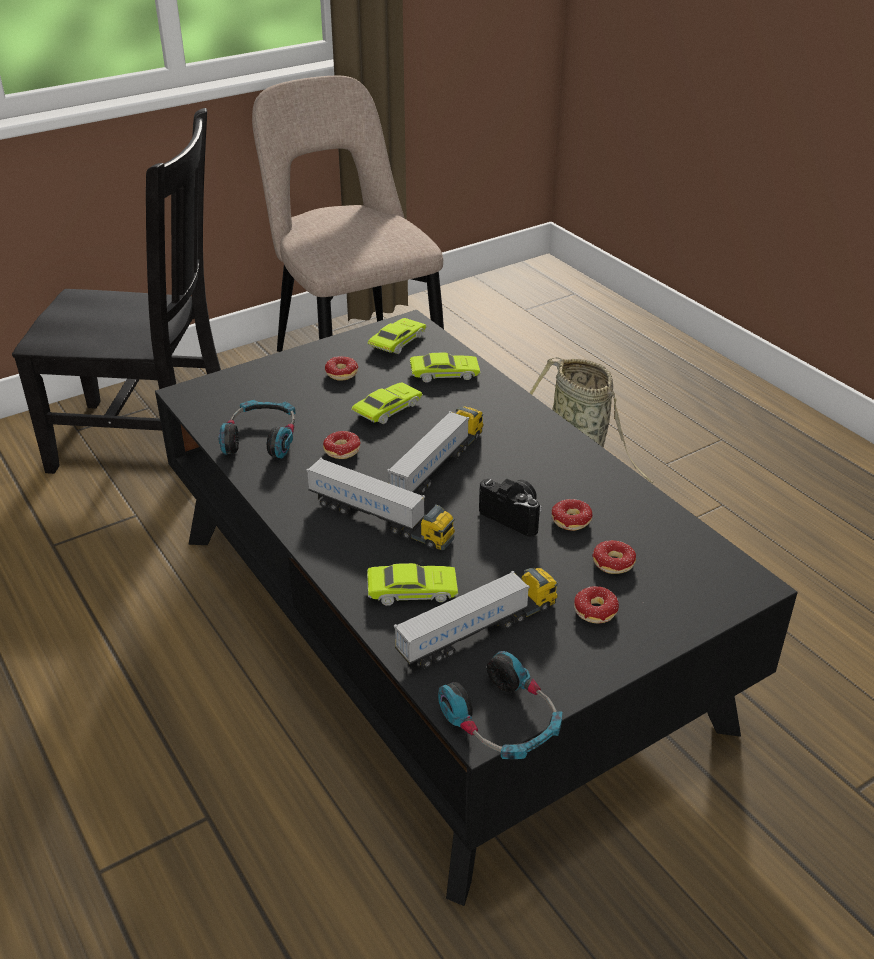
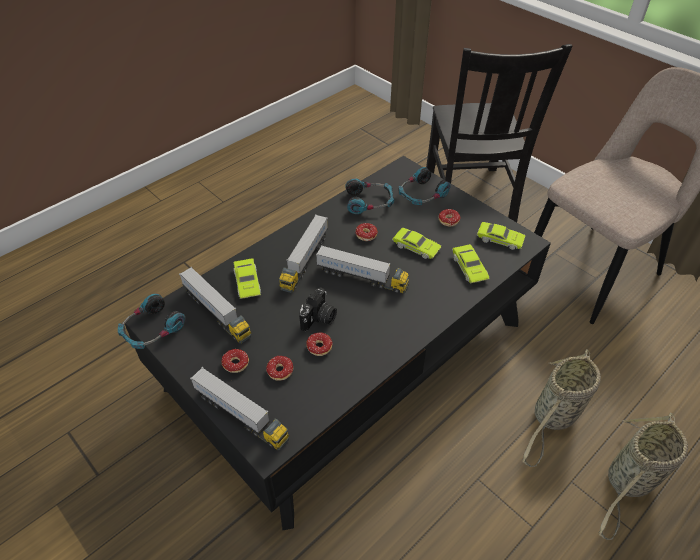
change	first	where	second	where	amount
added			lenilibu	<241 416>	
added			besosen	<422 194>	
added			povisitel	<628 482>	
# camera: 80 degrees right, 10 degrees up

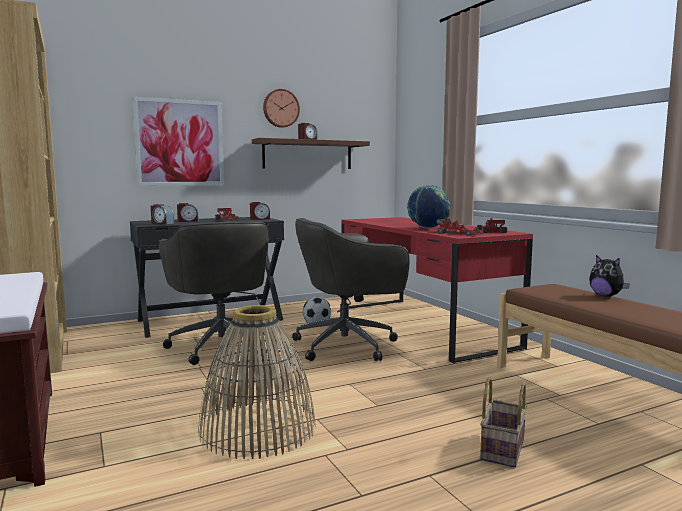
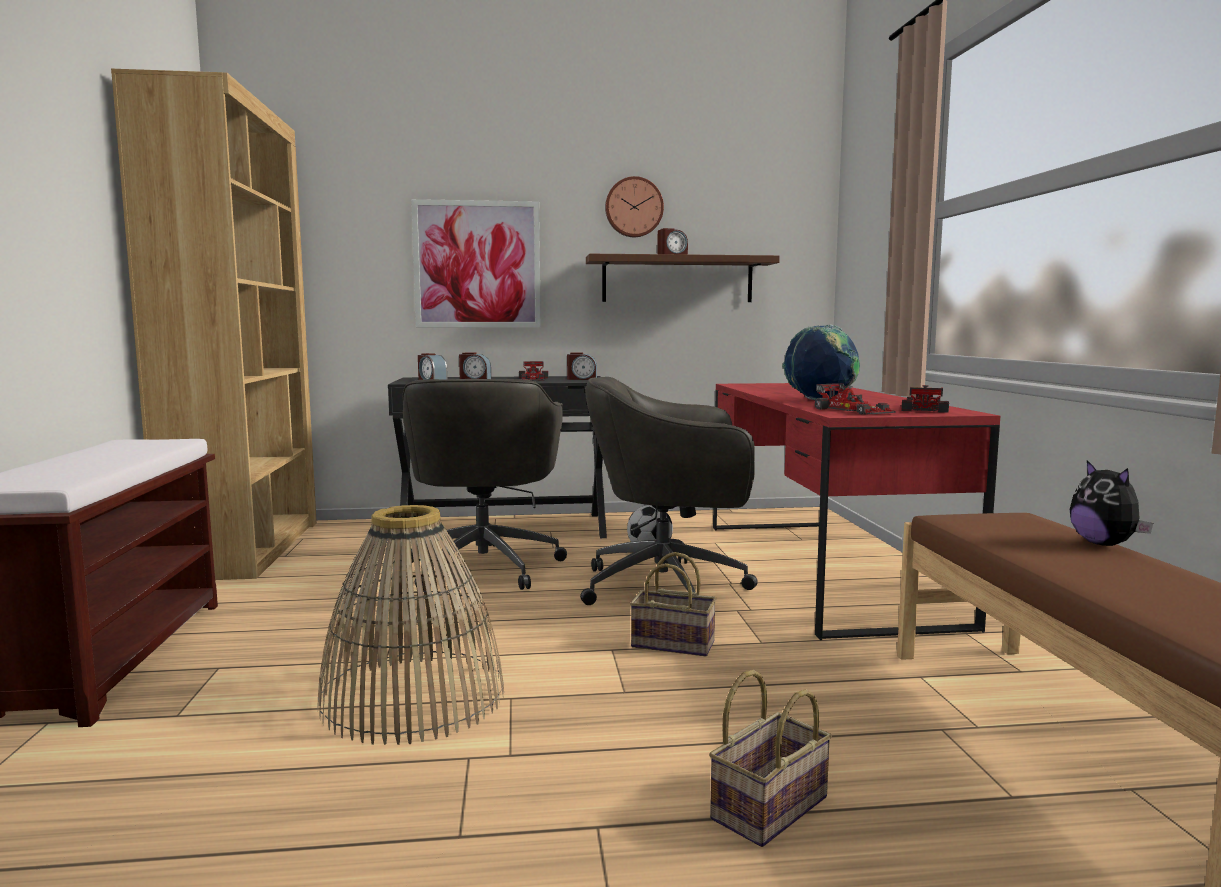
change	first	where	second	where	amount
added			povisitel	<675 644>	
# camera: 20 degrees right, 0 degrees up

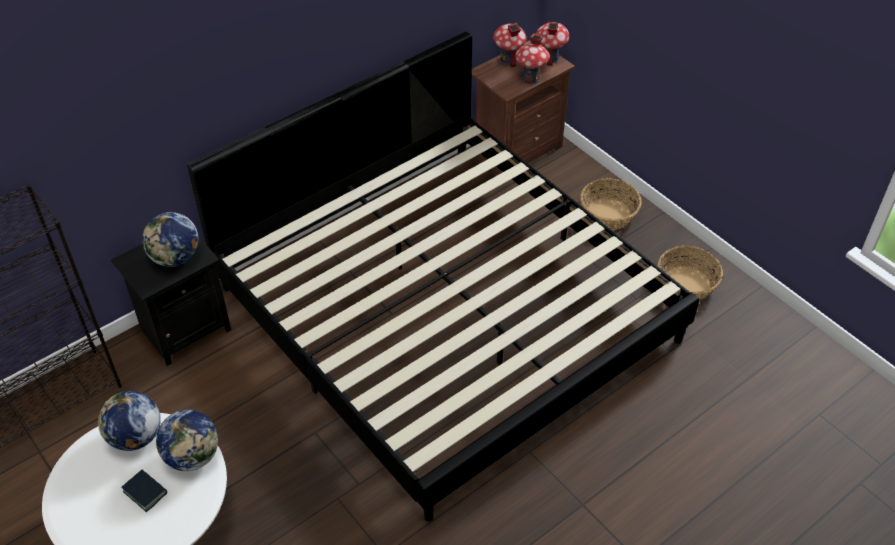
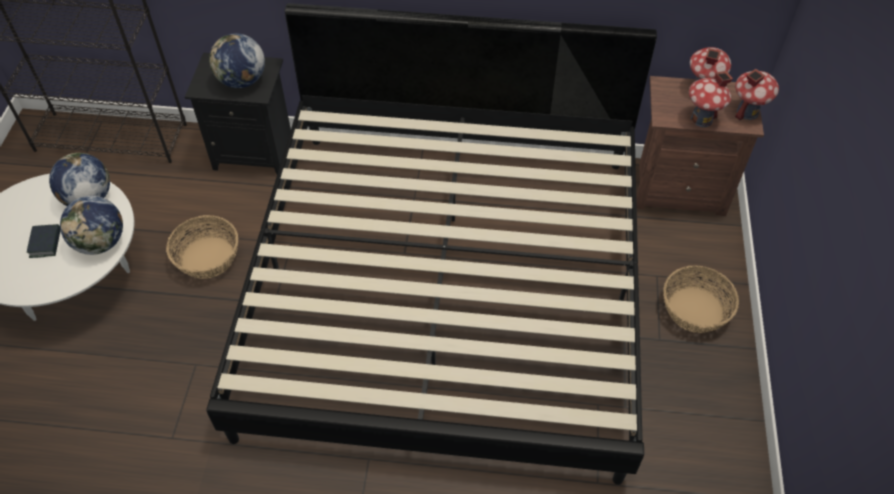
change	first	where	second	where	amount
moved	povisitel	<686 284>		<208 257>	
# camera: 45 degrees right, 5 degrees up

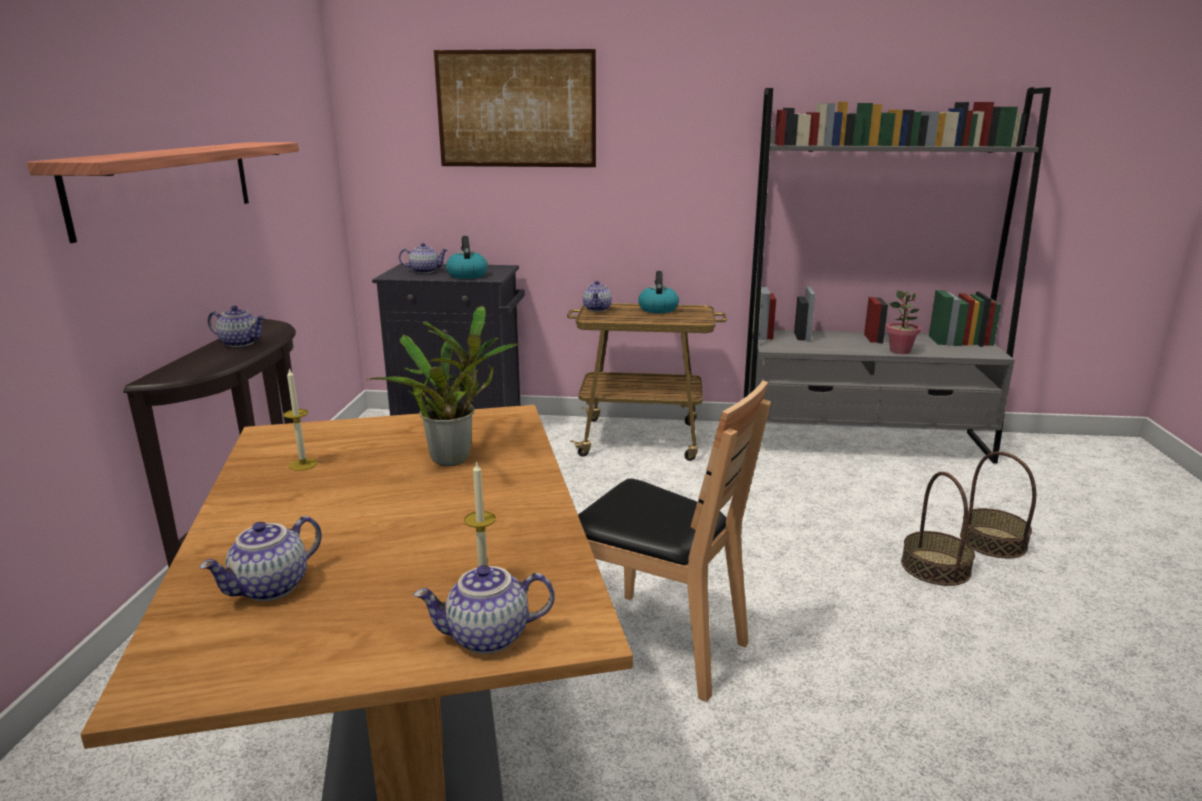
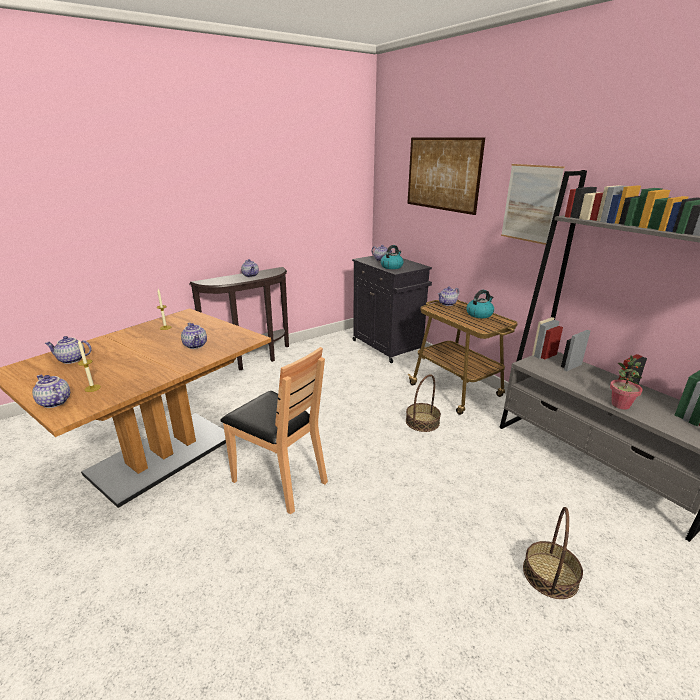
change	first	where	second	where	amount
removed	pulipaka	<166 185>			
replaced	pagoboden	<455 457>	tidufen	<196 345>	
turned	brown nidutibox	<659 645>		<280 480>	45 degrees counterclockwise
moved	povisitel	<935 567>		<422 422>	
added			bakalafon	<530 203>	
# camera: 50 degrees right, 5 degrees up

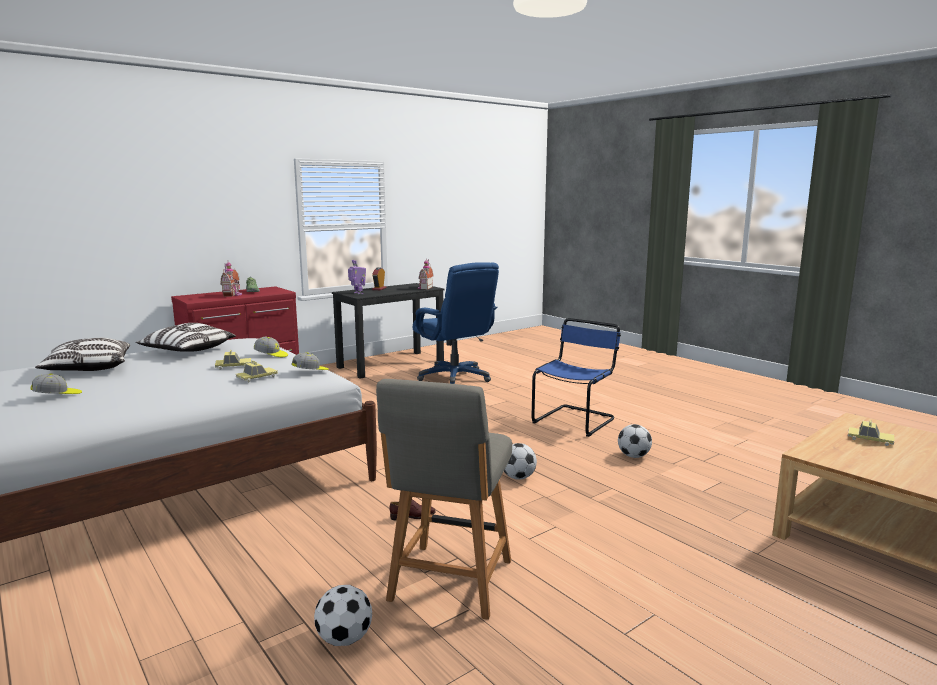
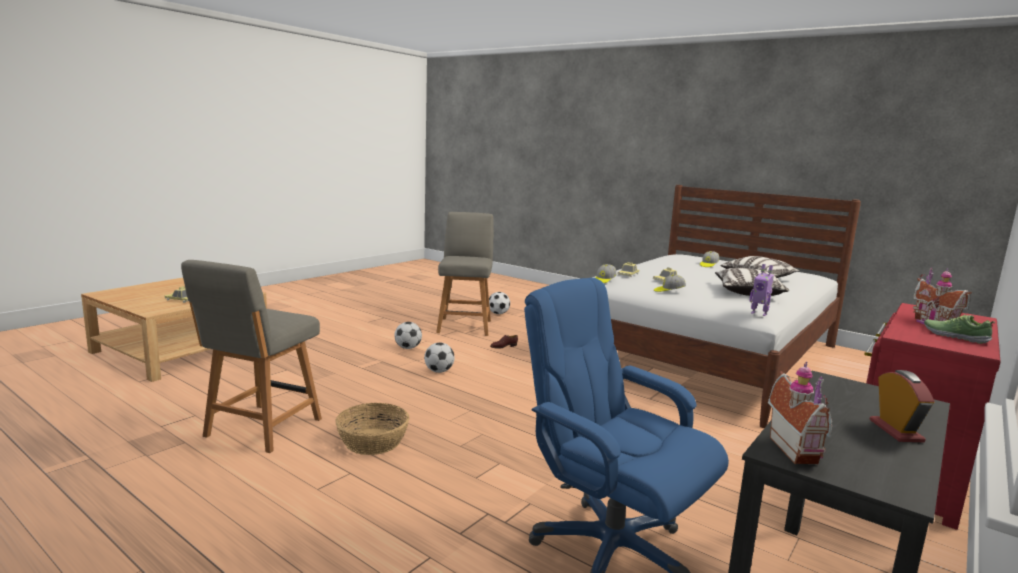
change	first	where	second	where	amount
moved	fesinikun	<357 293>		<759 313>	
replaced	blue nidutibox	<575 420>	povisitel	<372 442>	
moved	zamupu	<633 456>		<408 348>	
added			grey nidutibox	<261 429>	
# camera: 165 degrees right, 0 degrees up

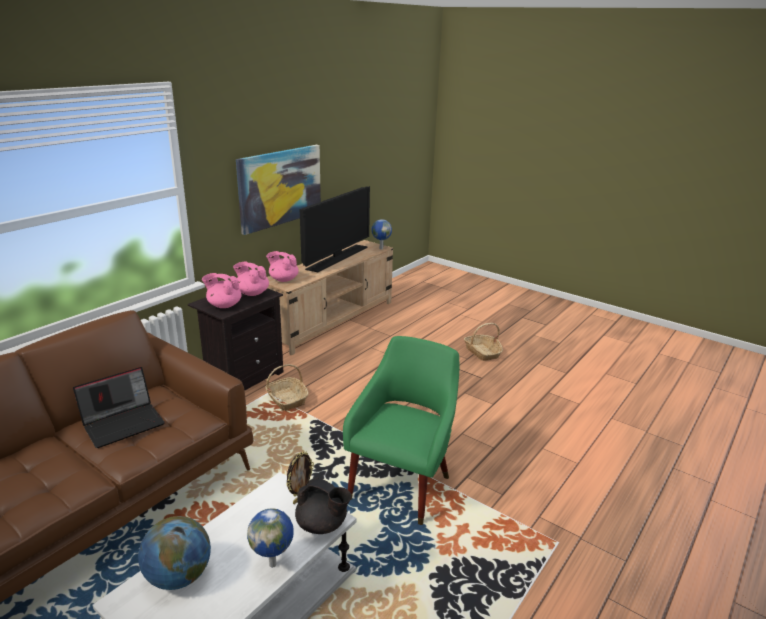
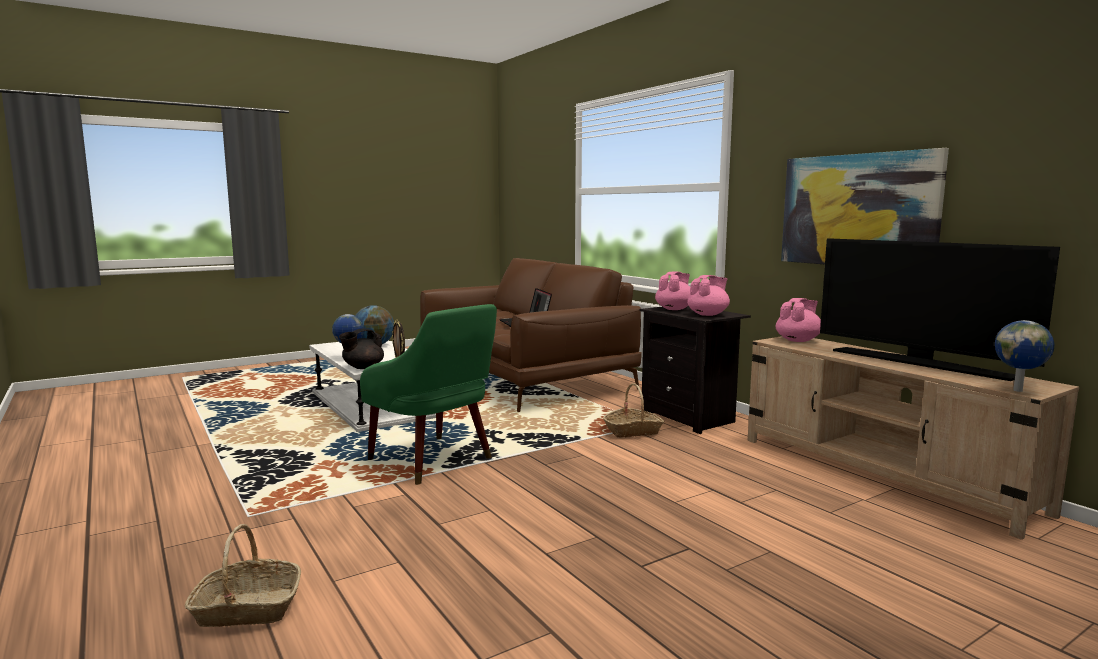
change	first	where	second	where	amount
moved	povisitel	<482 352>		<246 609>	
# camera: 110 degrees right, 15 degrees down

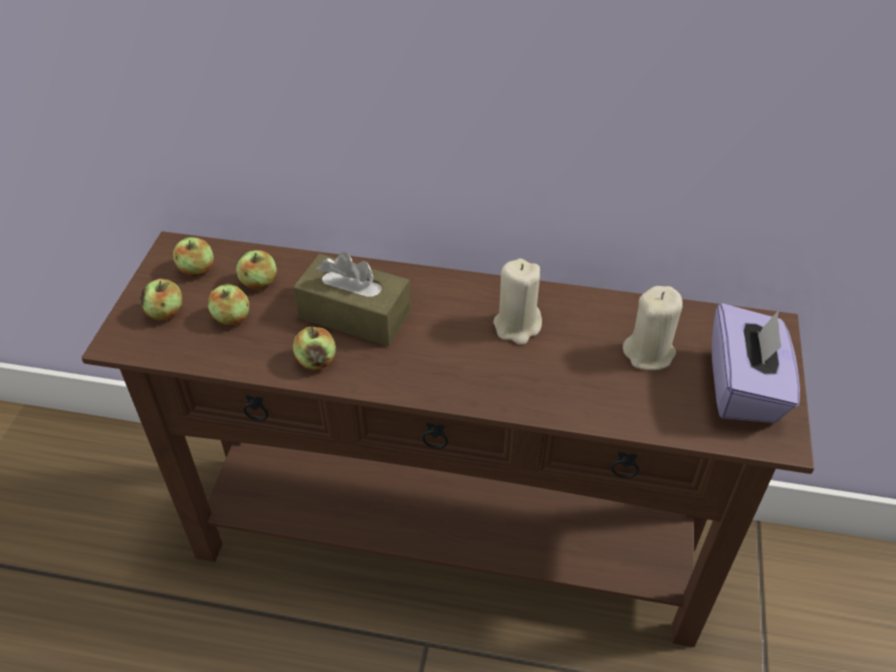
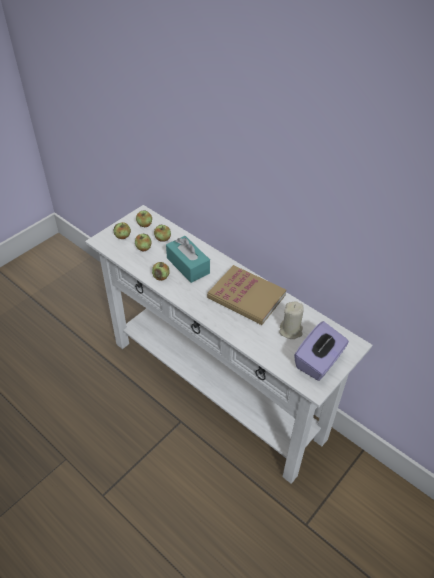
change	first	where	second	where	amount
recoloured	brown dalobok	<448 544>	white dalobok	<215 388>	
recoloured	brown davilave	<354 314>	turquoise davilave	<188 265>	
replaced	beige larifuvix	<517 326>	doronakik	<246 297>	
# camera: 30 degrees right, 0 degrees up

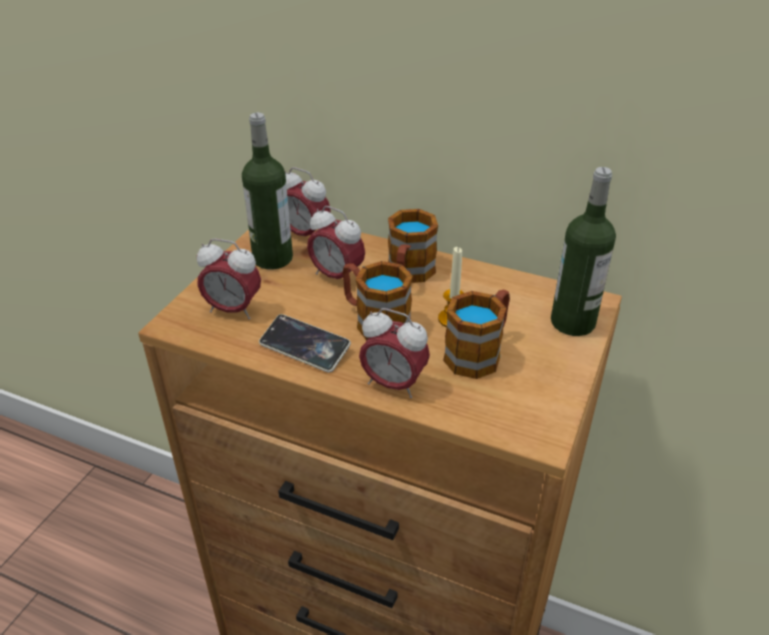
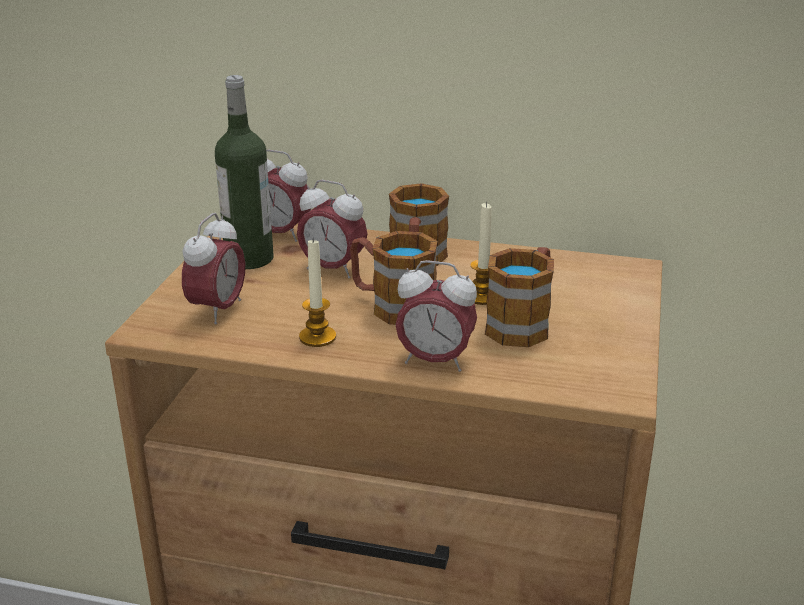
change	first	where	second	where	amount
turned	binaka	<233 310>		<218 310>	75 degrees counterclockwise
replaced	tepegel	<304 347>	larifuvix	<317 337>	
removed	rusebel	<572 322>			
# camera: 10 degrees left, 10 degrees down

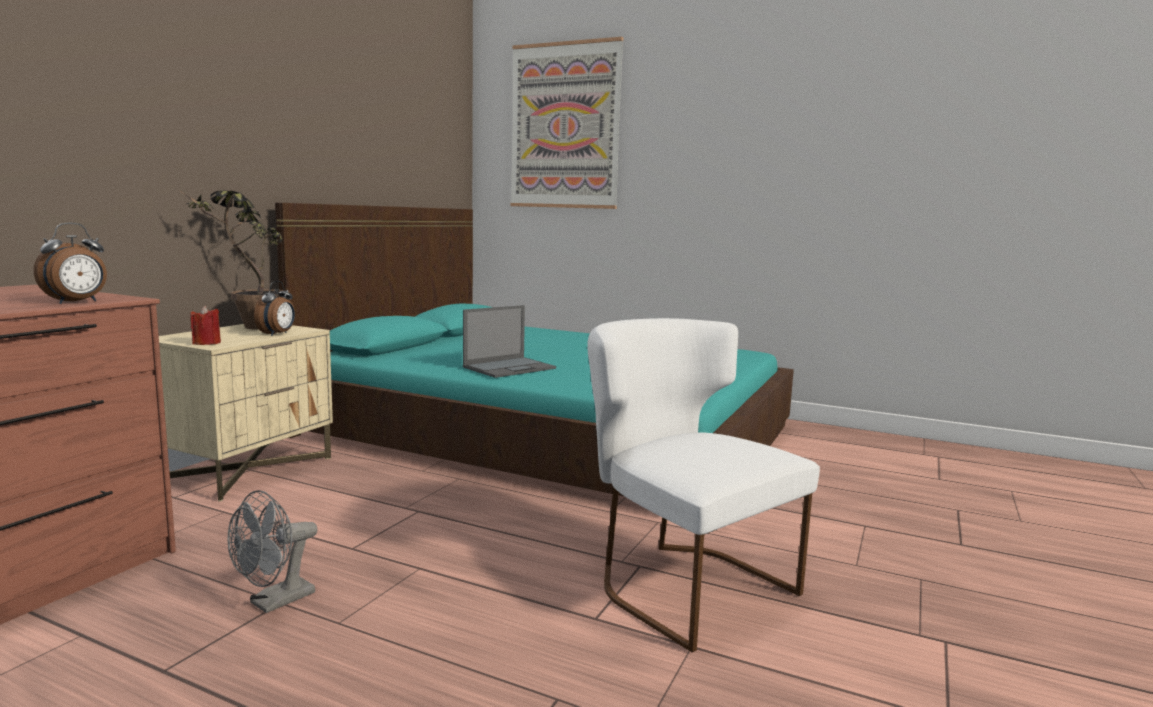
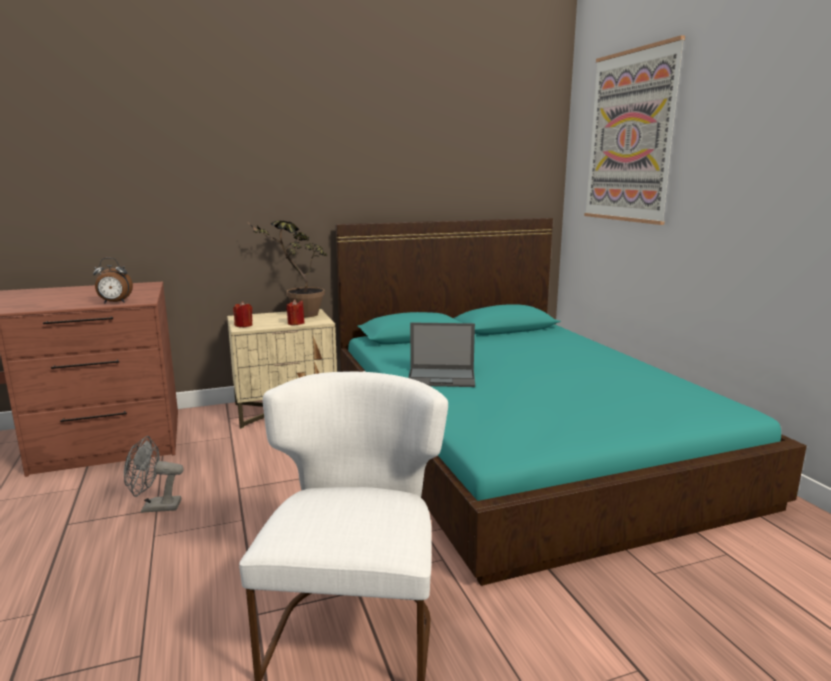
change	first	where	second	where	amount
replaced	binaka	<277 334>	red larifuvix	<296 323>	
# camera: 45 degrees right, 5 degrees up

